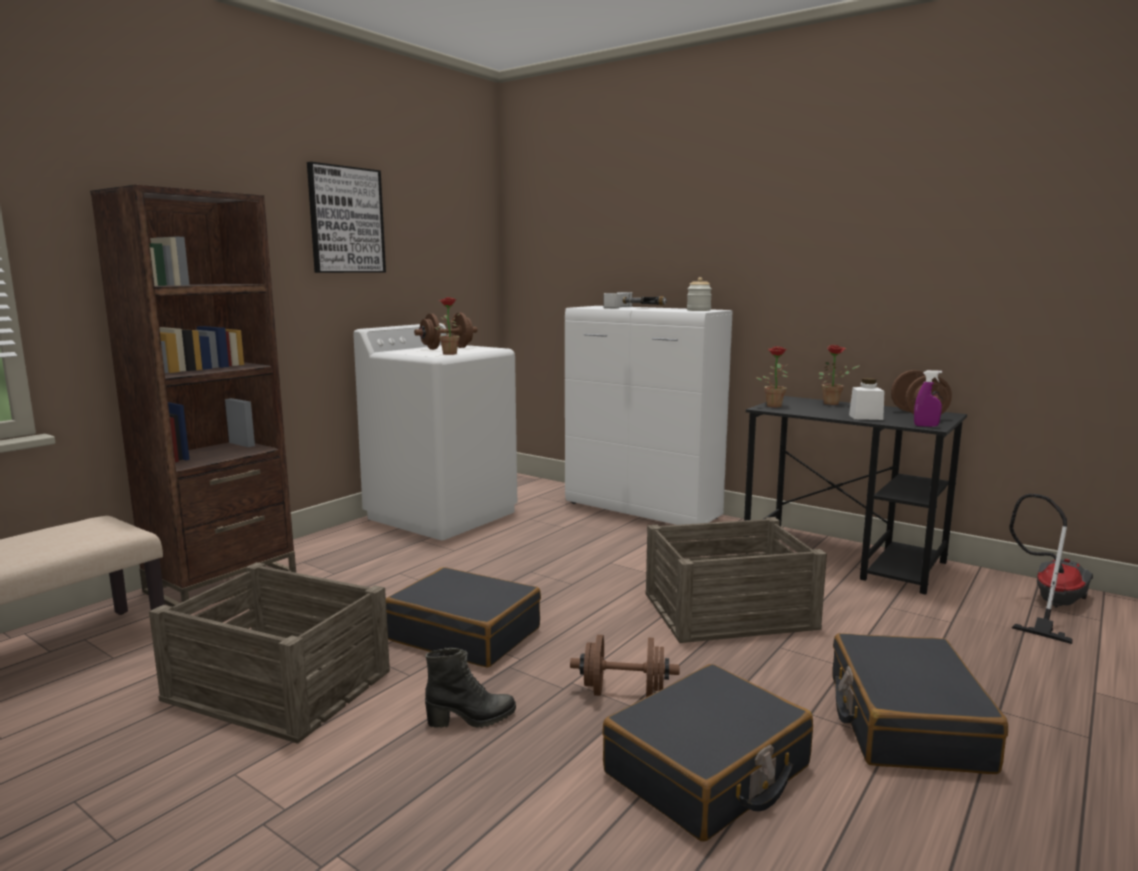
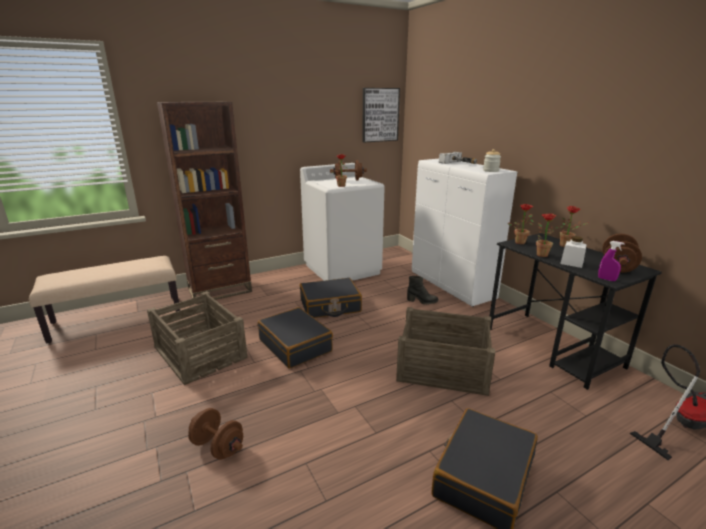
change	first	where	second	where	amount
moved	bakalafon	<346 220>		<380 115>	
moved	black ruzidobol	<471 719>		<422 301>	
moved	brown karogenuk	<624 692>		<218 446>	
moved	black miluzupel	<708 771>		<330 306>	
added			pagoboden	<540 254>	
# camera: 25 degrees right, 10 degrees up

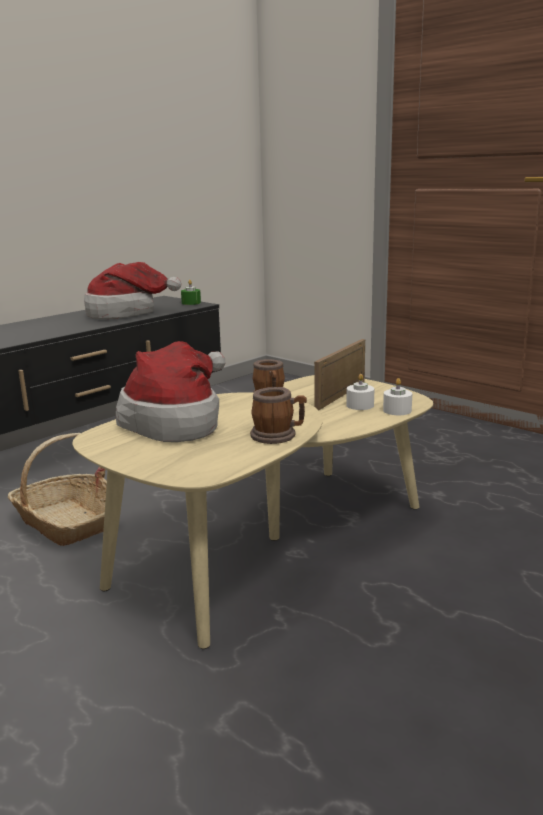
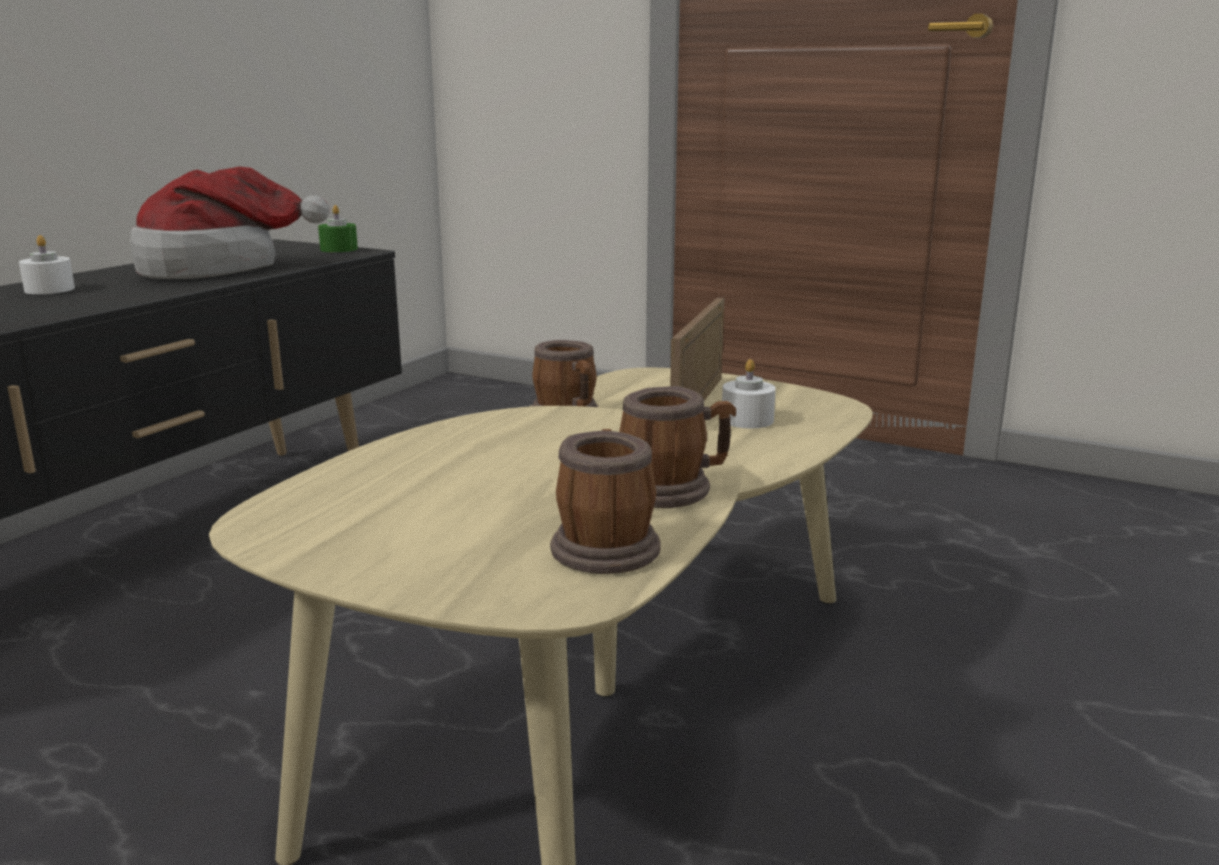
change	first	where	second	where	amount
removed	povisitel	<67 522>			
removed	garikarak	<177 421>			
moved	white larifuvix	<397 410>		<49 289>	
added			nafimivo	<605 544>	
# camera: 15 degrees left, 0 degrees up

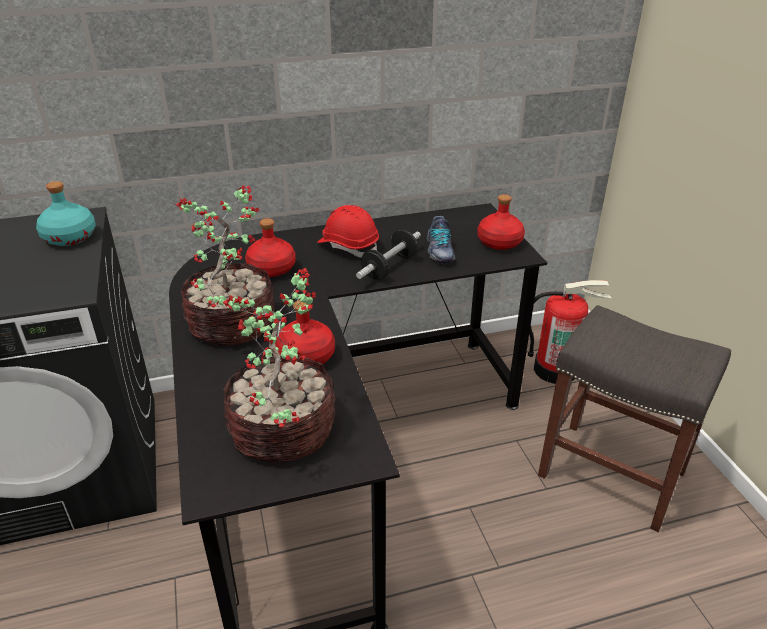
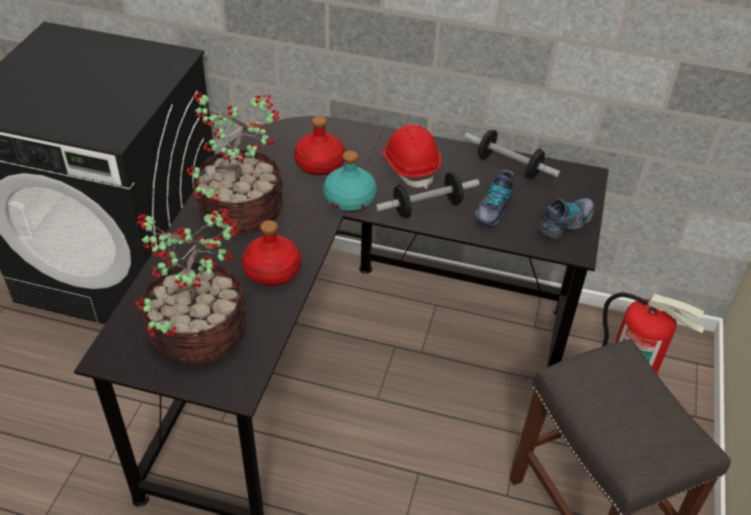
change	first	where	second	where	amount
moved	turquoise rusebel	<70 237>		<350 200>	
replaced	red rusebel	<499 242>	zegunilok	<566 223>	
added			karogenuk	<508 167>	
# camera: 30 degrees right, 10 degrees up

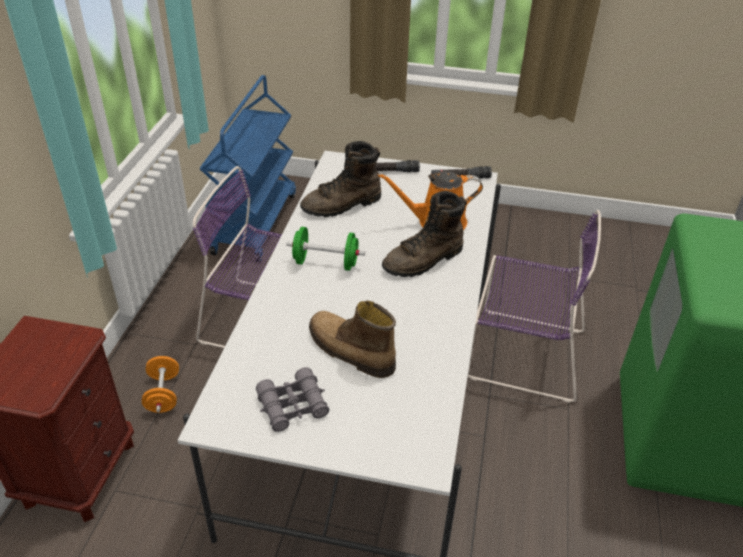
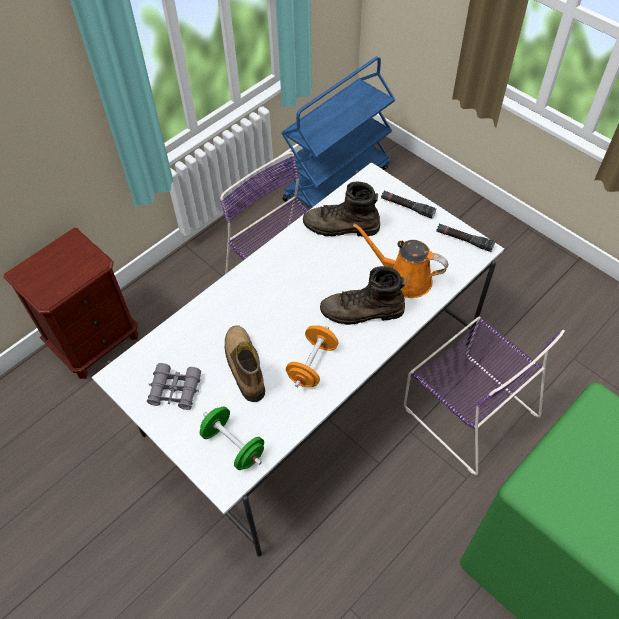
change	first	where	second	where	amount
moved	orange karogenuk	<163 394>		<312 364>	
moved	green karogenuk	<325 263>		<233 445>	
# camera: 35 degrees right, 15 degrees up

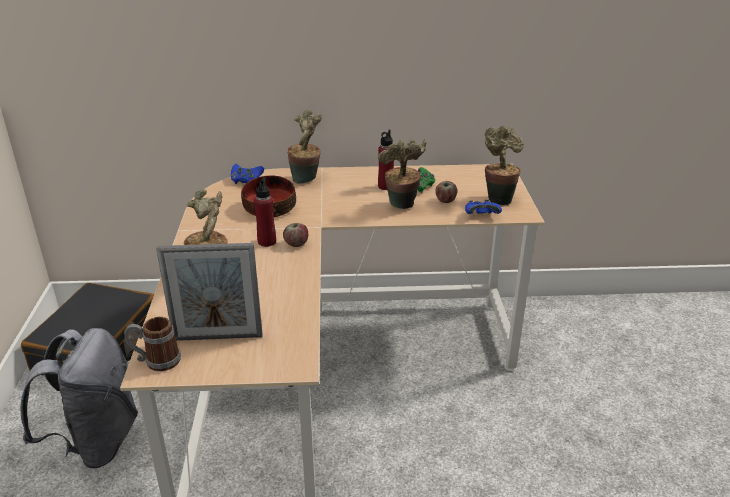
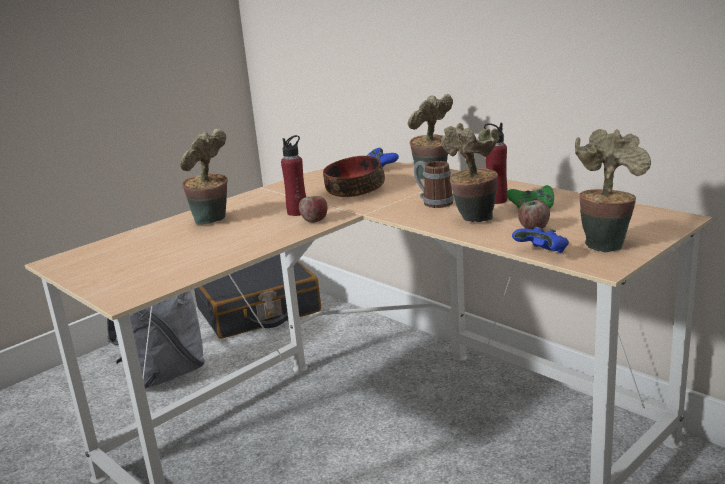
change	first	where	second	where	amount
moved	nafimivo	<156 361>		<433 202>	
removed	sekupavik	<218 337>			
# camera: 50 degrees right, 10 degrees down

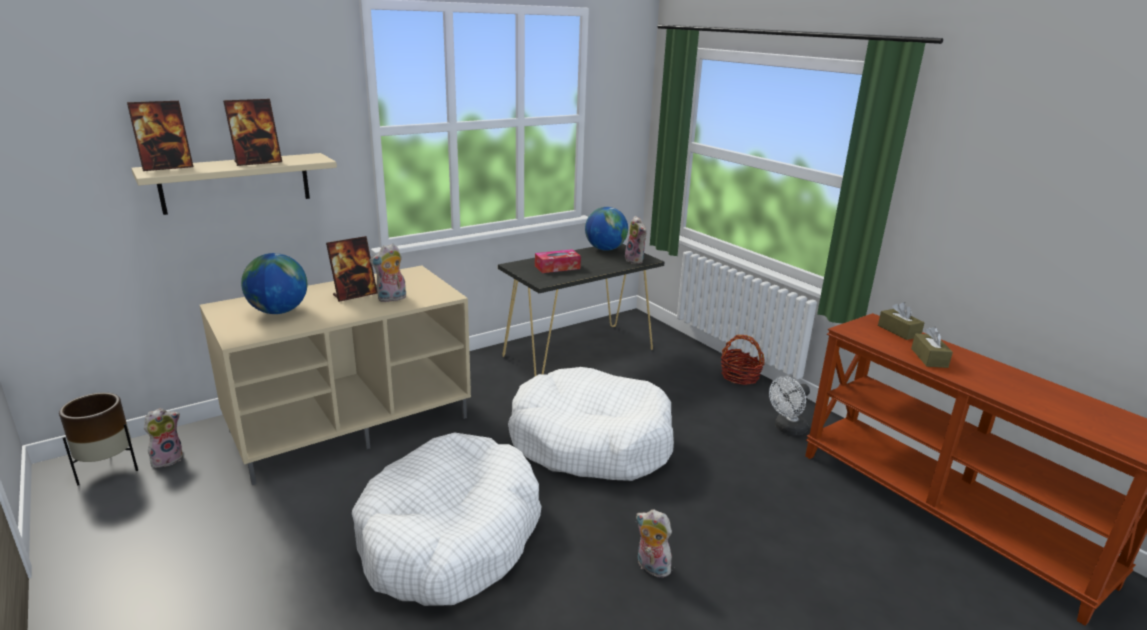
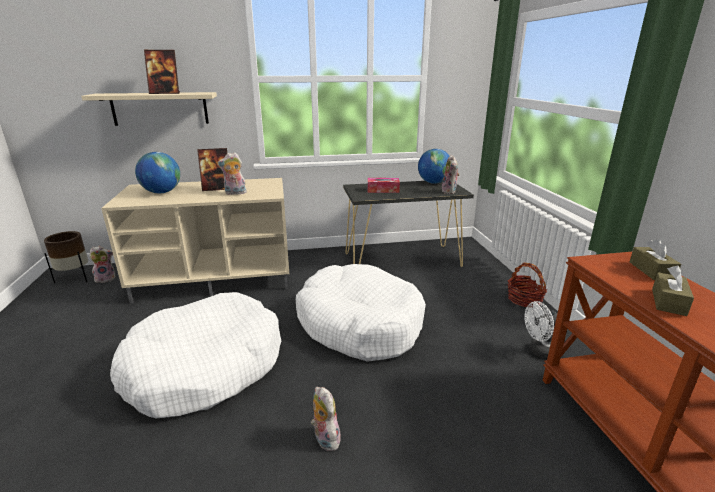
change	first	where	second	where	amount
removed	sekupavik	<167 167>			
# camera: 25 degrees right, 0 degrees up

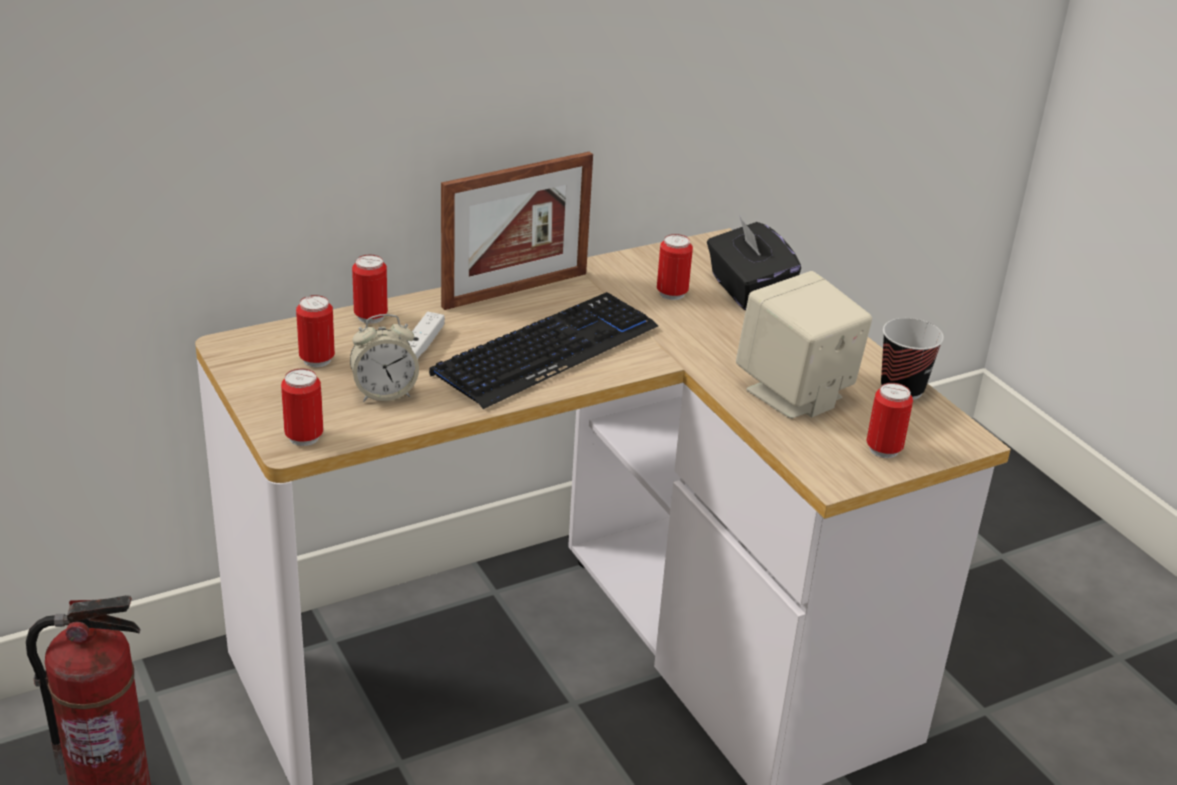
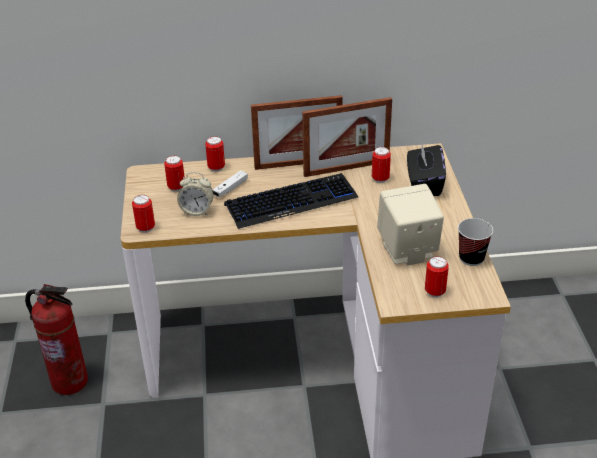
change	first	where	second	where	amount
added			sekupavik	<346 168>	
# camera: 25 degrees right, 5 degrees up

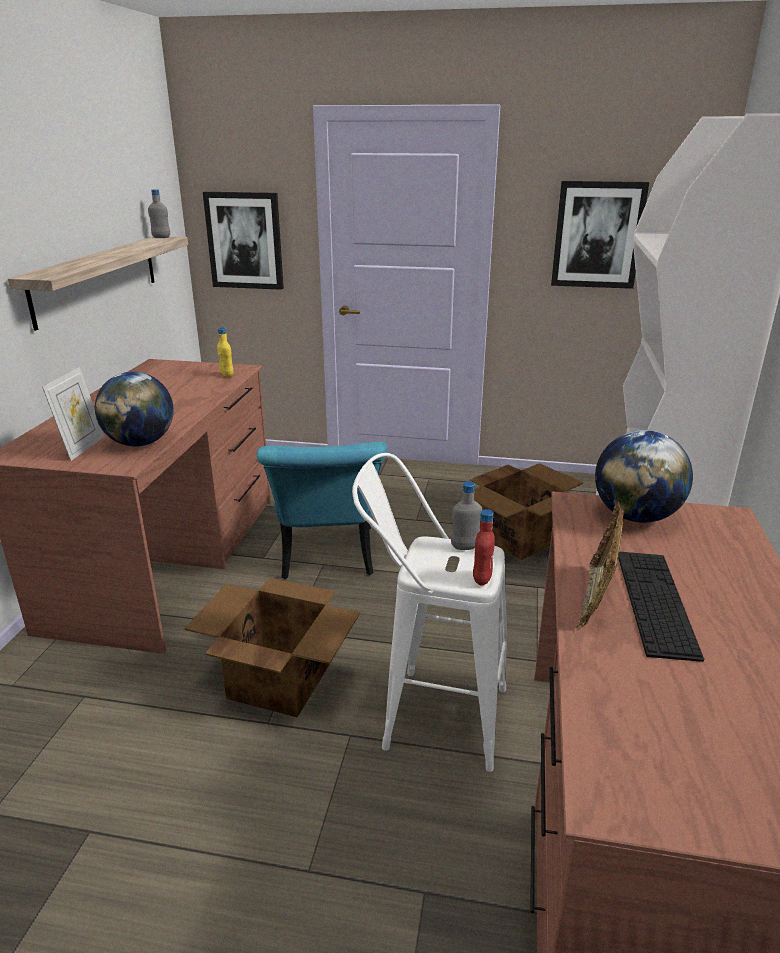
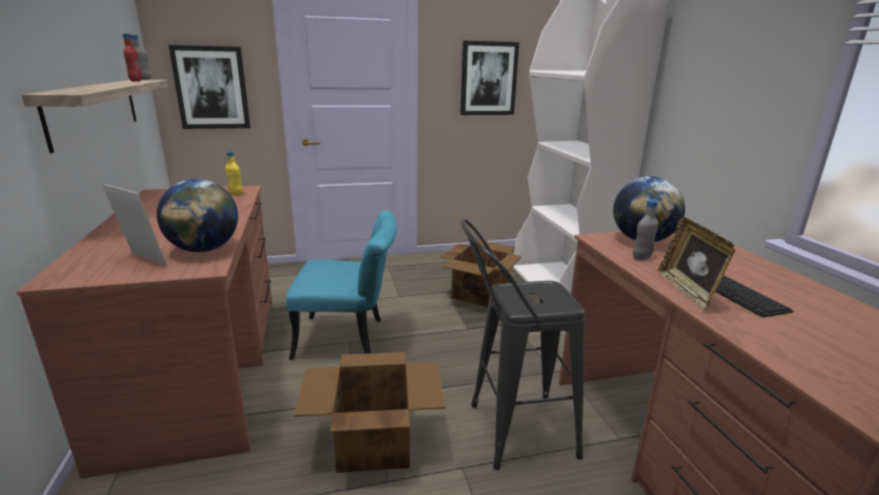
change	first	where	second	where	amount
turned	sekupavik	<82 448>		<142 261>	45 degrees counterclockwise
turned	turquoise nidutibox	<327 559>		<350 338>	60 degrees counterclockwise
recoloured	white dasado	<430 714>	black dasado	<510 431>	
moved	grey rusebel	<465 547>		<642 257>	
moved	red rusebel	<482 579>		<136 81>	
# camera: 25 degrees left, 5 degrees down

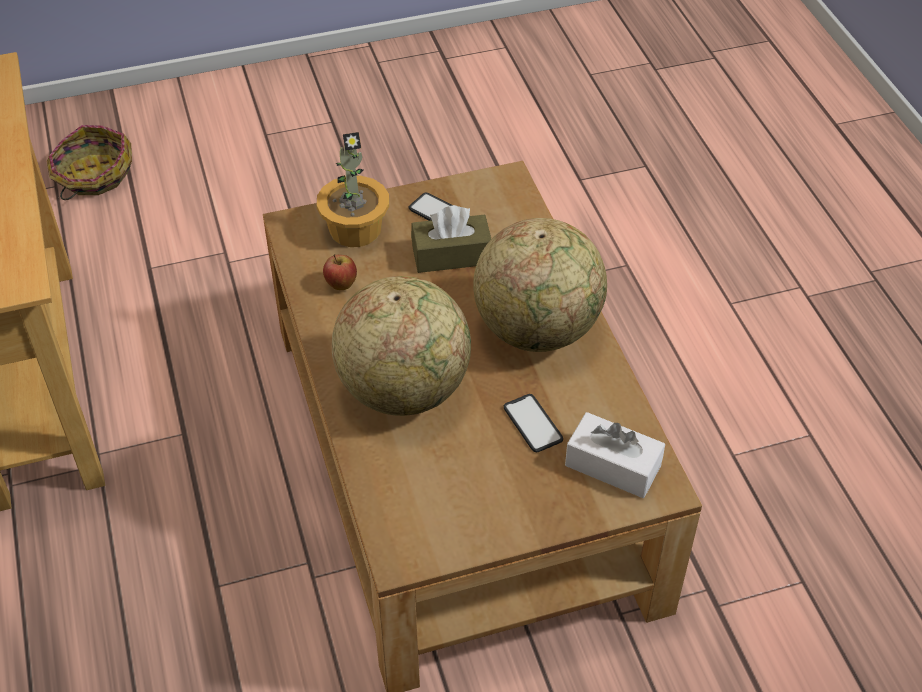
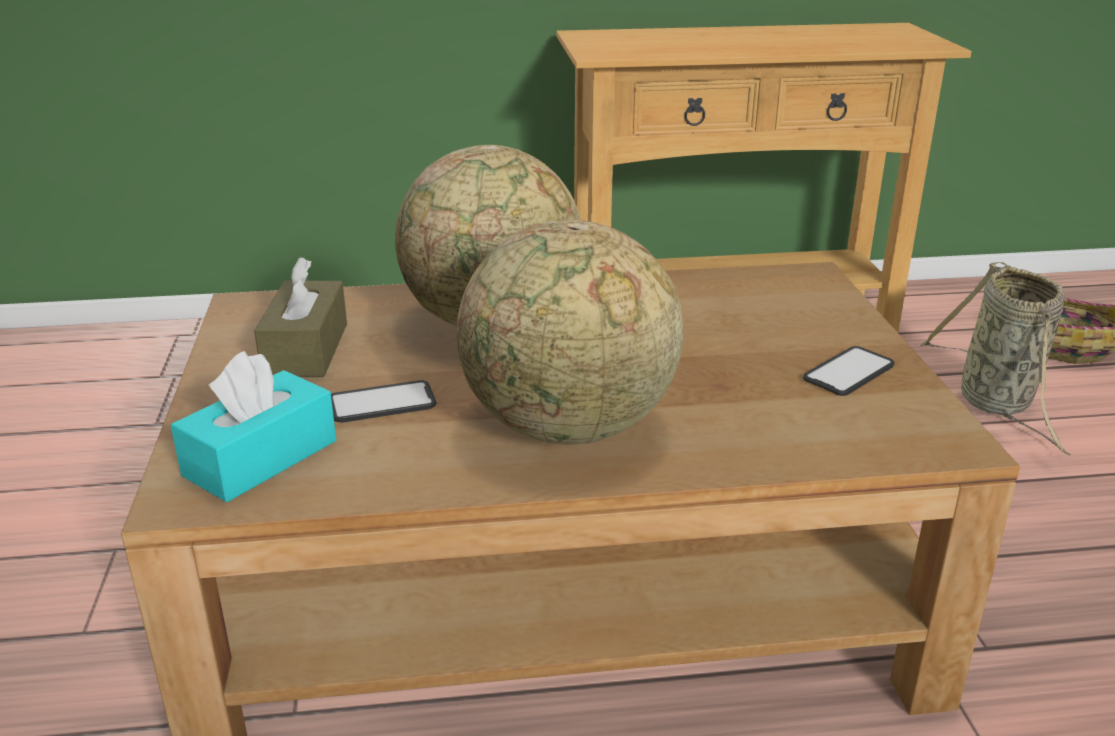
change	first	where	second	where	amount
removed	pagoboden	<355 228>			
removed	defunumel	<341 285>			
moved	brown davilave	<451 255>		<306 349>	
recoloured	white davilave	<612 466>	turquoise davilave	<261 458>	
added			povisitel	<998 404>	
# camera: 100 degrees right, 20 degrees down

